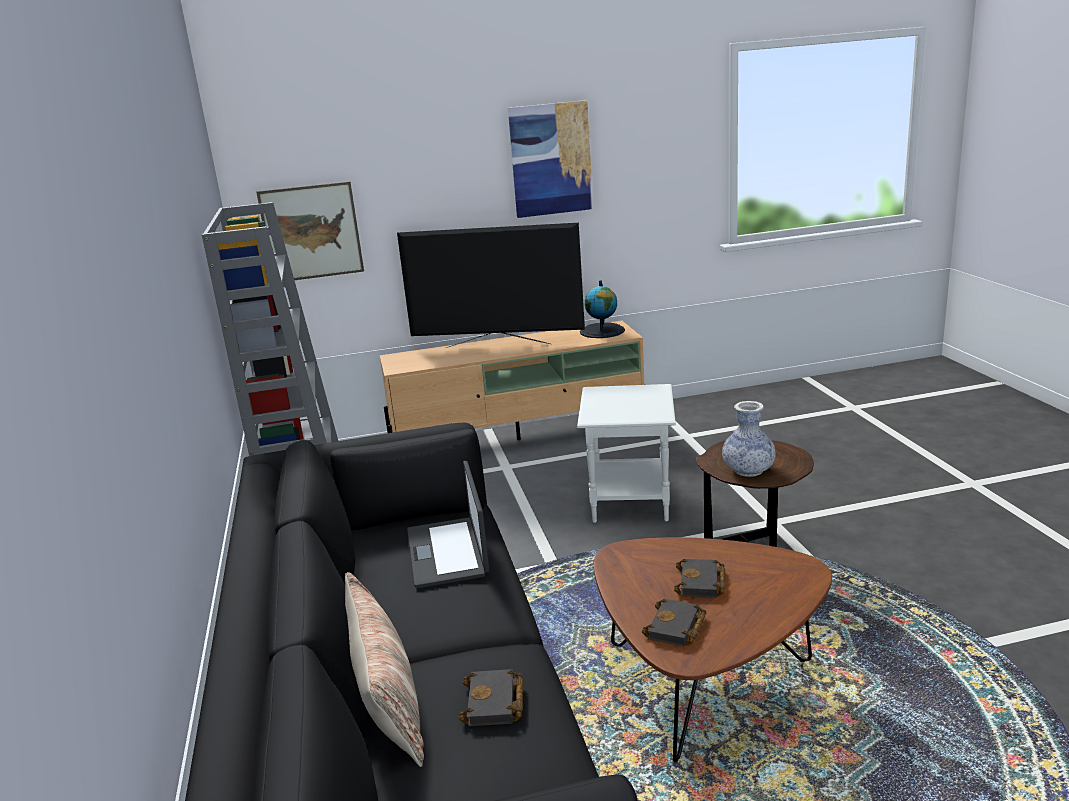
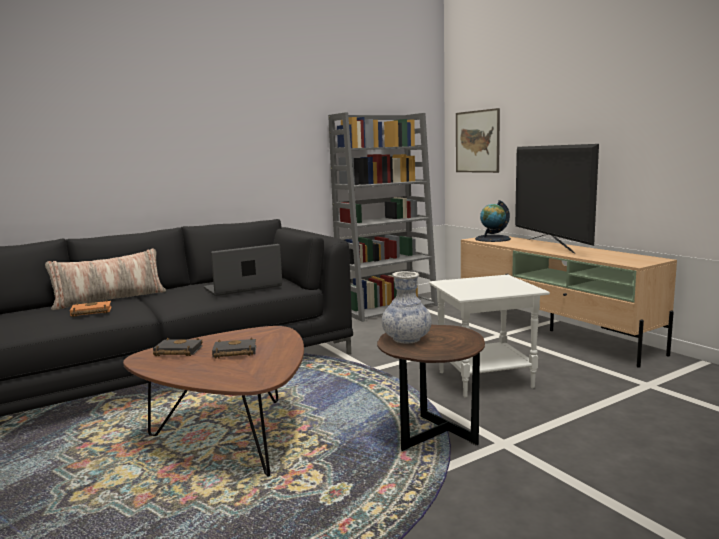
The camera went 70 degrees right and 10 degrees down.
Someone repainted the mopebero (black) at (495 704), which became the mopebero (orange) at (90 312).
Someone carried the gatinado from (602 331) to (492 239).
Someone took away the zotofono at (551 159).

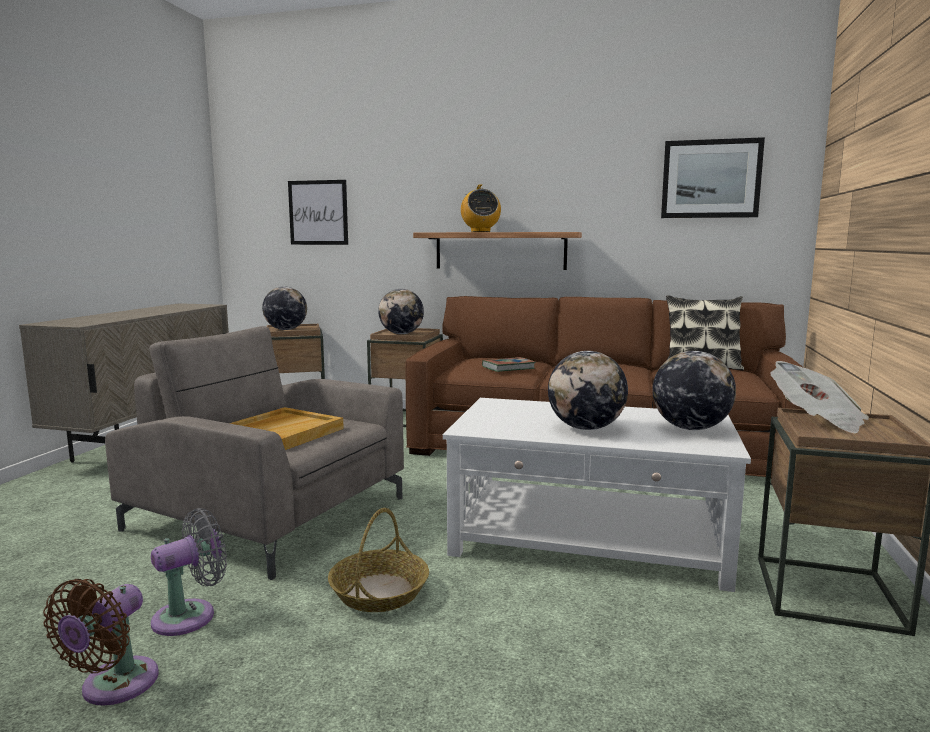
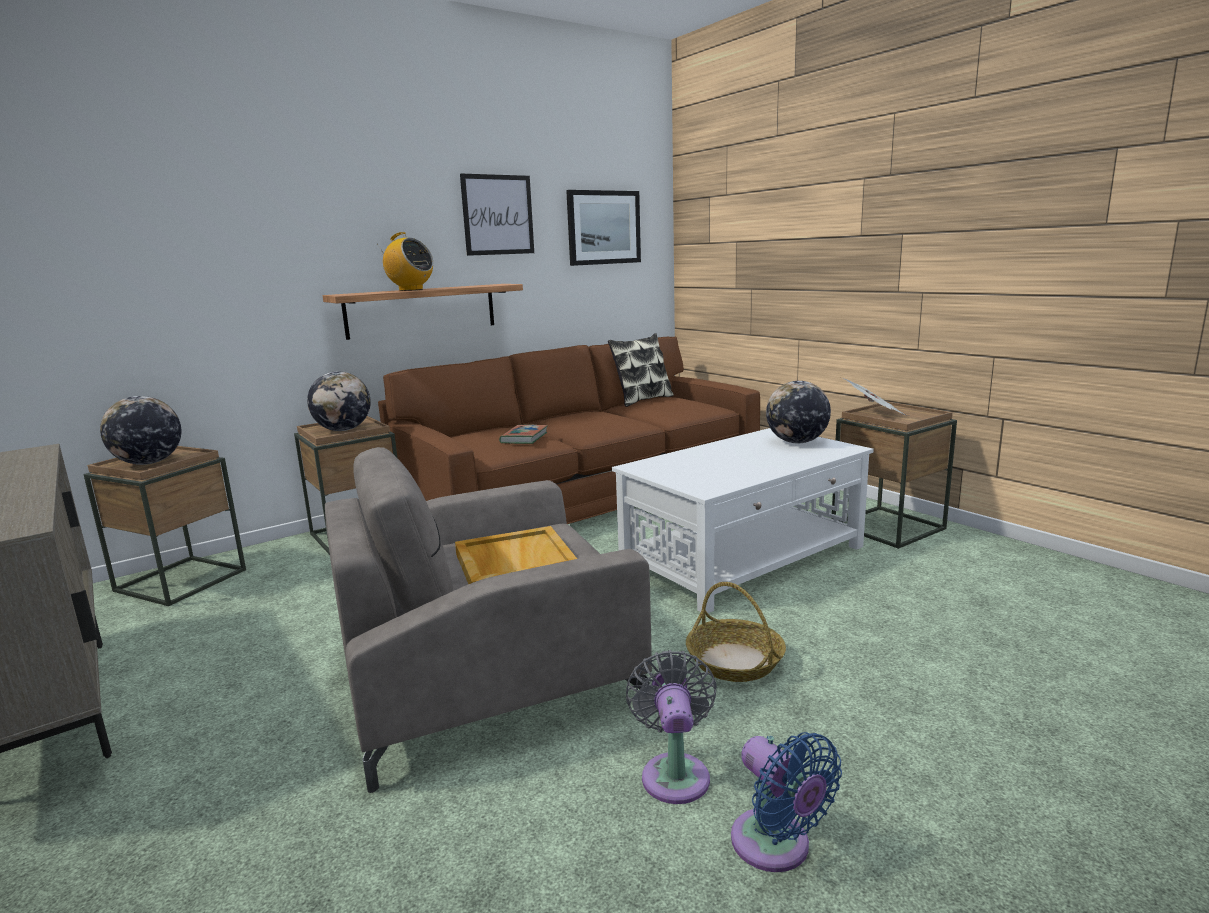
The camera went 50 degrees left and 5 degrees up.
Someone carried the zotofono from (318 212) to (498 215).
Someone repainted the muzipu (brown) at (113 687), which became the muzipu (blue) at (776 847).
Someone took away the gatinado at (586 428).

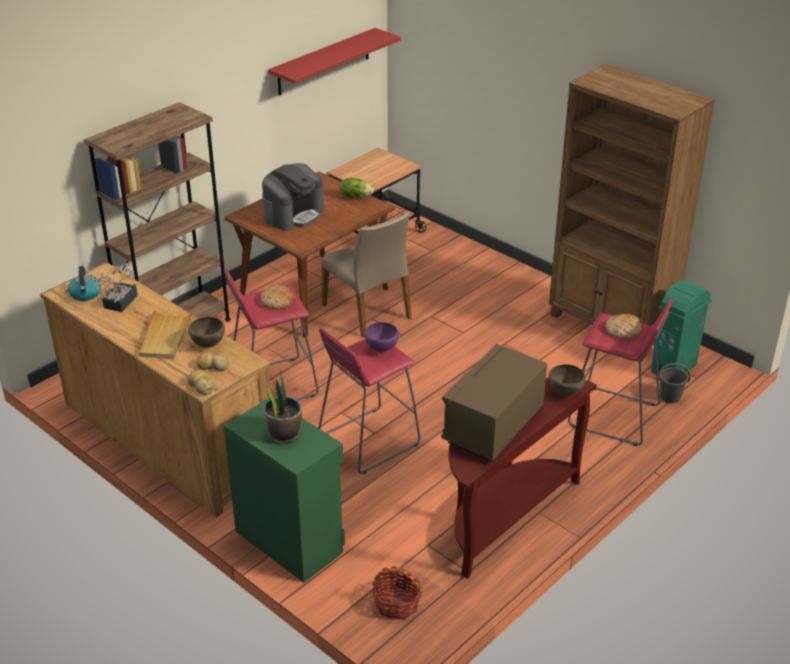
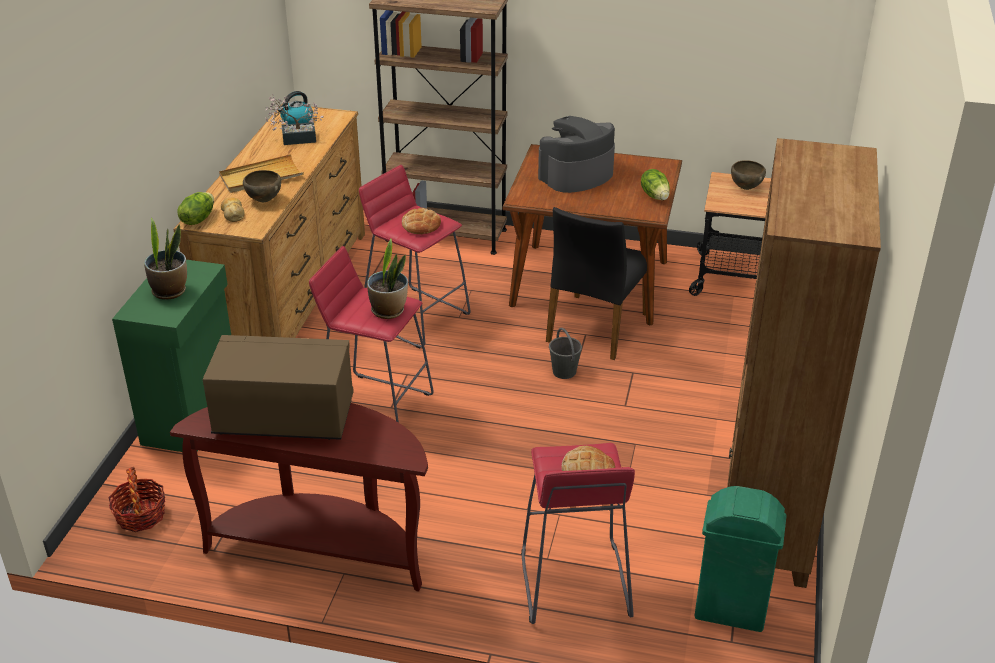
The camera went 60 degrees right and 0 degrees up.
Someone swapped the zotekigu at (201 386) for the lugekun at (198 219).
Someone swapped the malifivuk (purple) at (381 349) for the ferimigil at (389 311).
Someone rotated the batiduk at (294 214) by 135 degrees clockwise.
Someone repainted the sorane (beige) at (368 311), which became the sorane (black) at (595 327).
Someone carried the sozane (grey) from (669 397) to (564 371).
Someone carried the malifivuk (brown) from (564 393) to (745 188).
Someone took away the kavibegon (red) at (324 62).

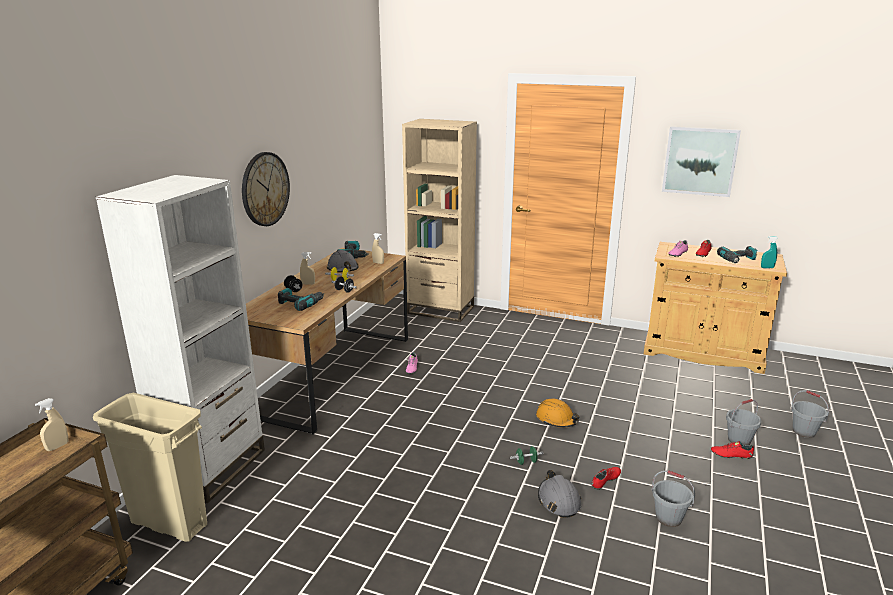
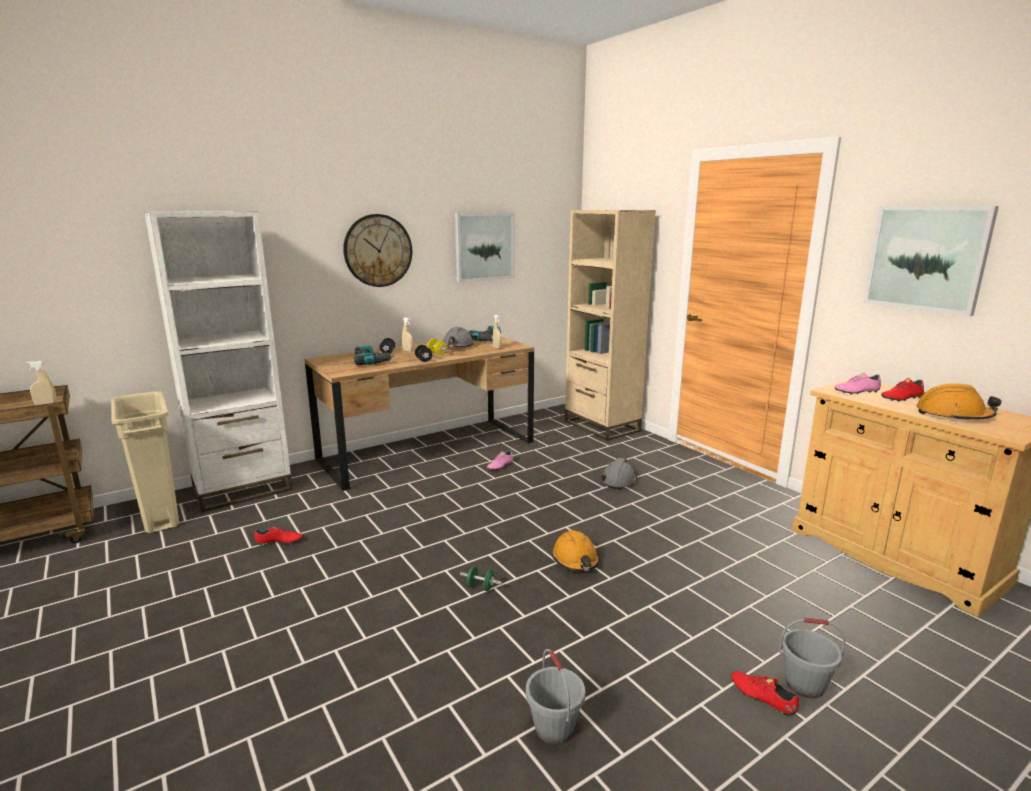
The camera went 35 degrees right and 5 degrees down.
Someone carried the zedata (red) from (606 481) to (279 542).
Someone put up the zotofono at (484 246).
Someone carried the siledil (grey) from (558 501) to (618 480).
Someone swapped the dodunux at (738 260) for the siledil (orange) at (953 415).
Someone took away the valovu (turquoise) at (767 268).
Someone took away the sozane (grey) at (804 431).

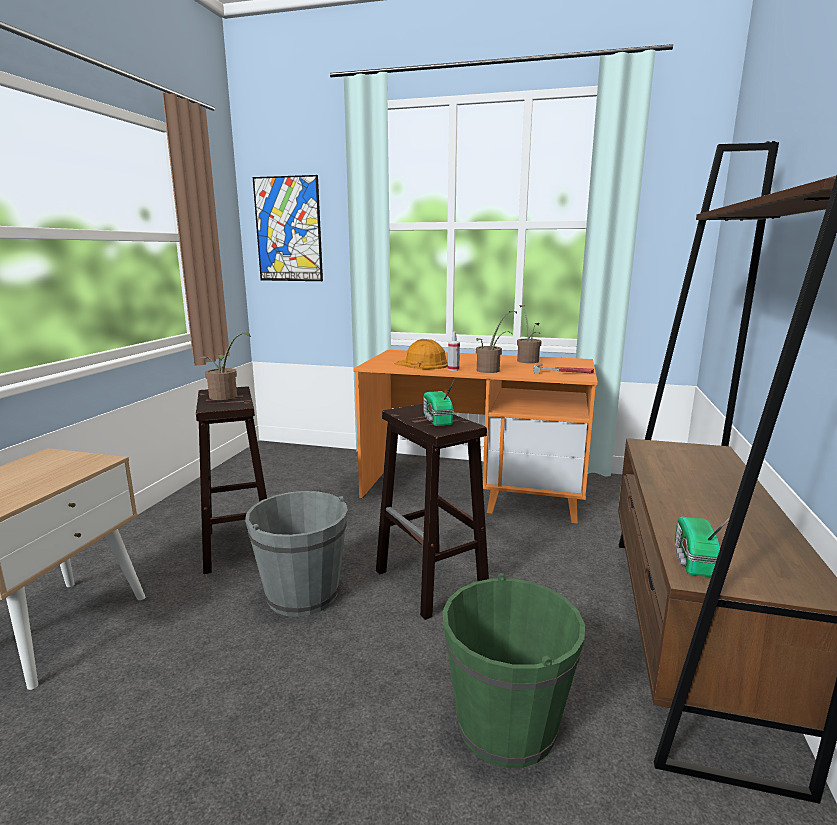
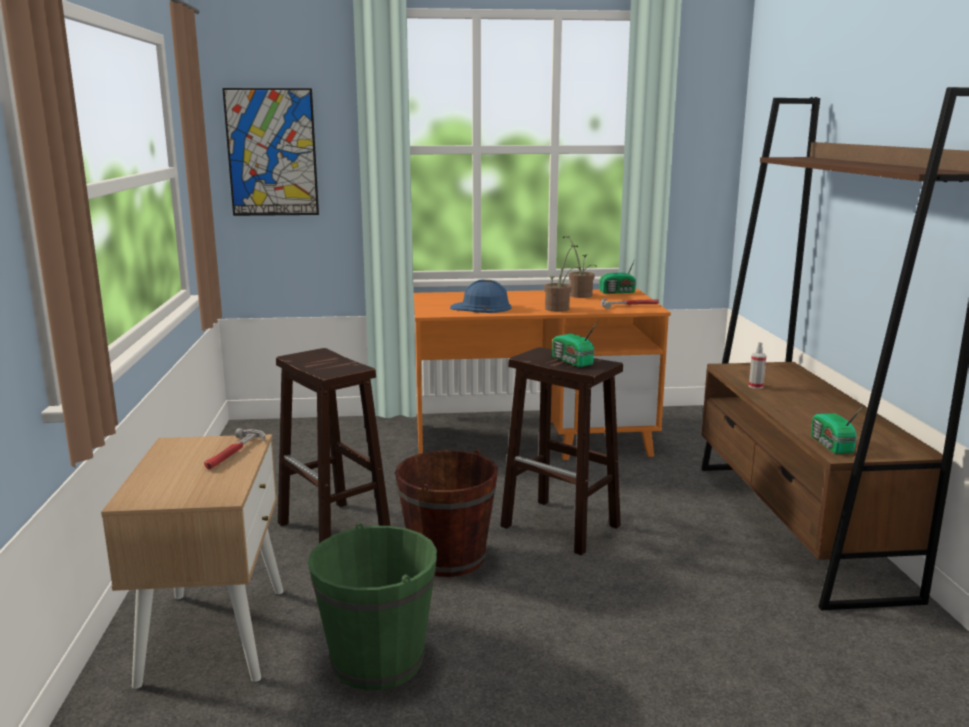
The camera went 20 degrees left and 0 degrees up.
Someone put down the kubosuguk at (234 453).
Someone carried the sozane (green) from (506 725) to (377 661).
Someone repainted the sozane (grey) at (302 594), which became the sozane (brown) at (447 558).
Someone repainted the siledil (orange) at (422 364), which became the siledil (blue) at (481 307).
Someone put down the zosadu at (618 292).
Someone carried the valovu from (453 369) to (756 386).
Someone took away the ferimigil at (225 397).

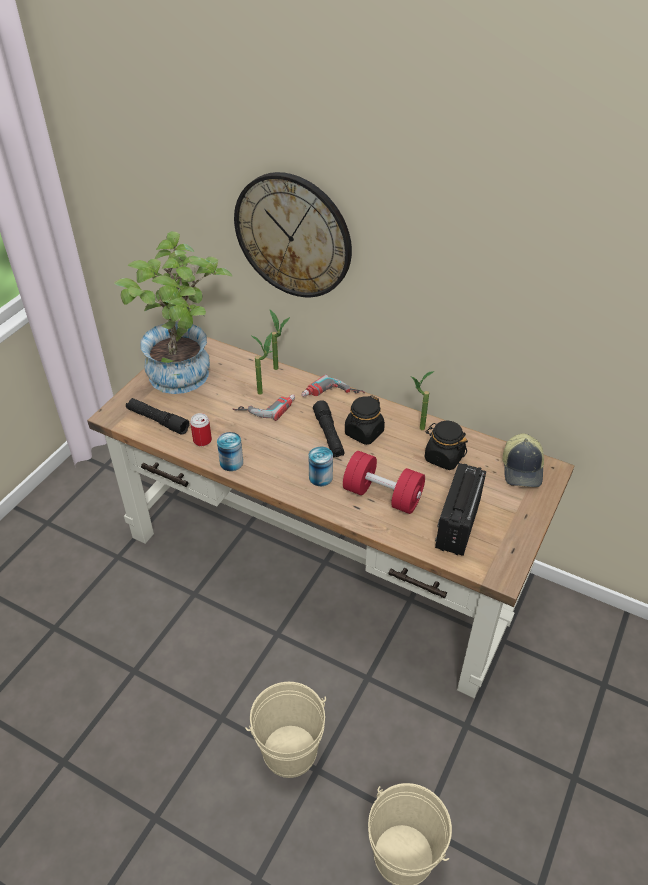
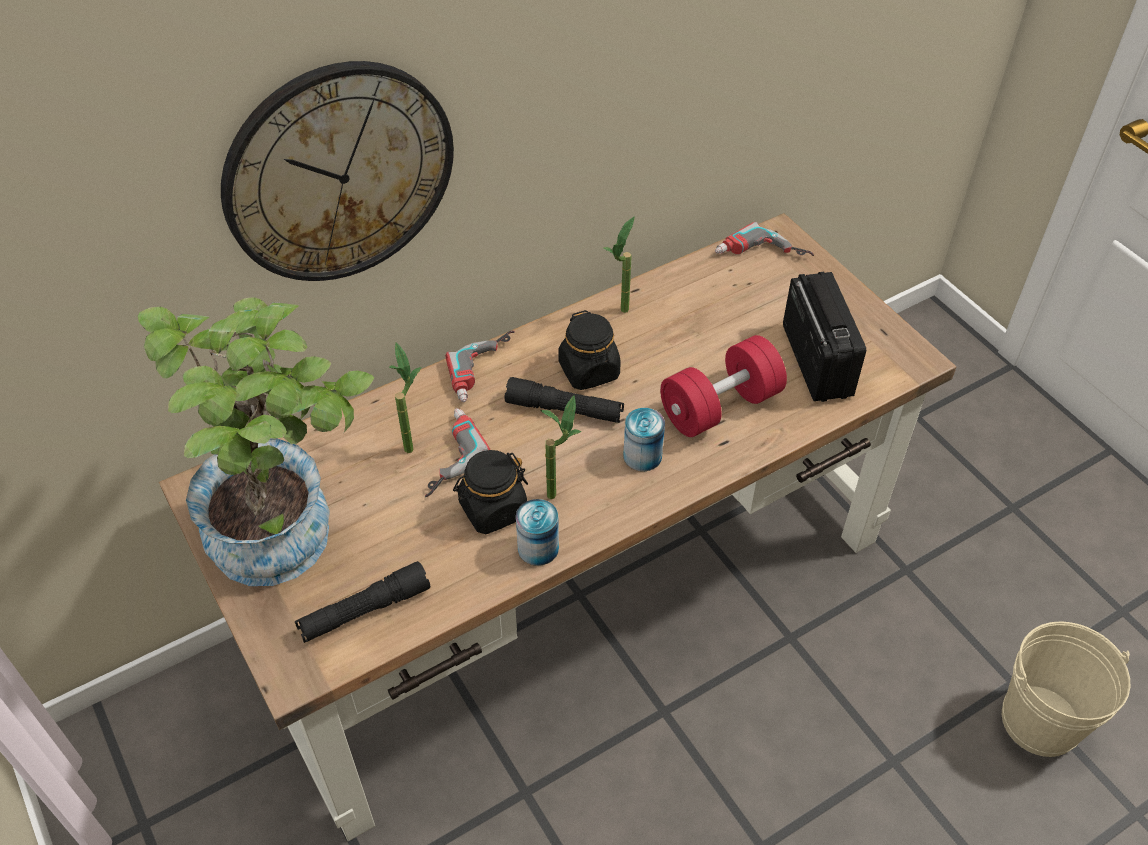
The camera went 60 degrees left and 5 degrees up.
Someone carried the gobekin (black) from (443 457) to (493 509).
Someone carried the ferimigil from (280 370) to (560 491).
Someone swapped the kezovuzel at (522 469) for the dodunux at (761 257).
Someone rotated the zosadu at (457 525) by 150 degrees counterclockwise.
Someone took away the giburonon at (202 440).
Someone took away the sozane (beige) at (290 751).

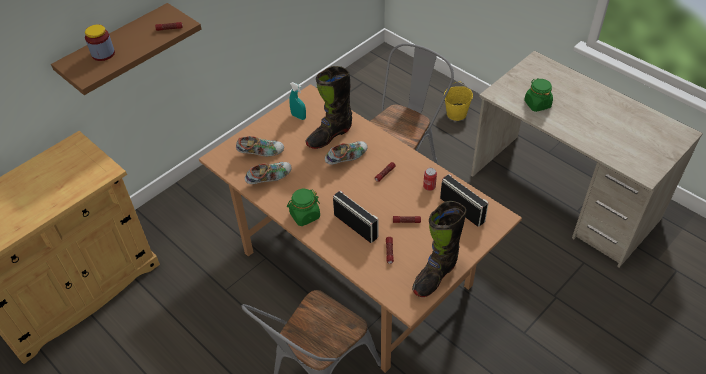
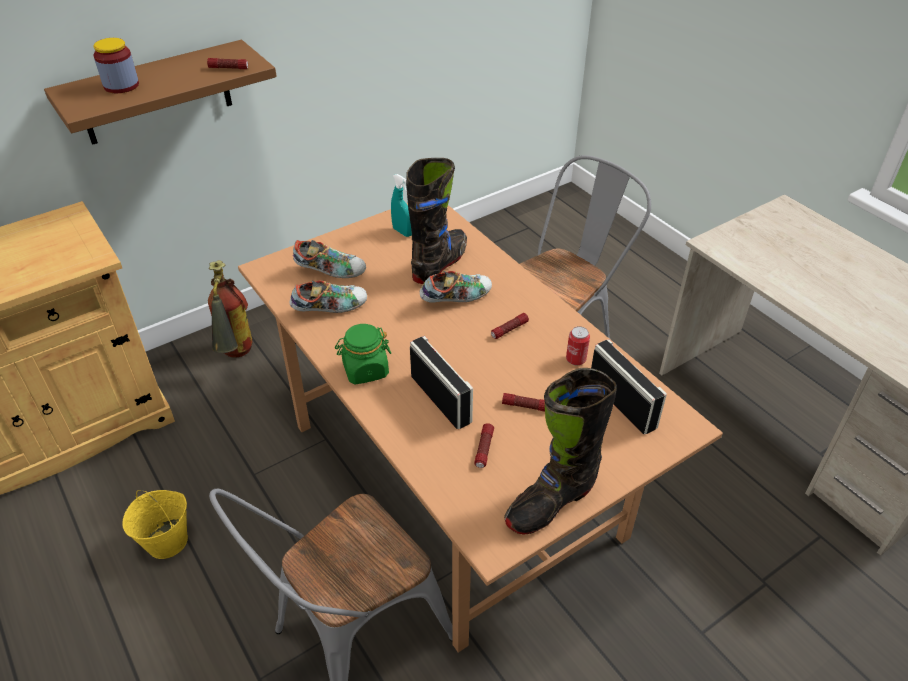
The camera went 10 degrees right and 5 degrees down.
Someone carried the sozane (yellow) from (456 113) to (168 541).
Someone put down the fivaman at (236 358).
Someone rotated the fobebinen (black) at (329 135) by 150 degrees clockwise.
Someone took away the gobekin (green) at (537 104).

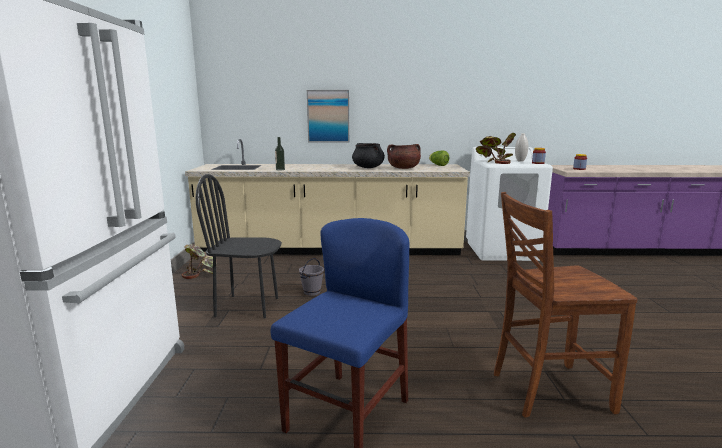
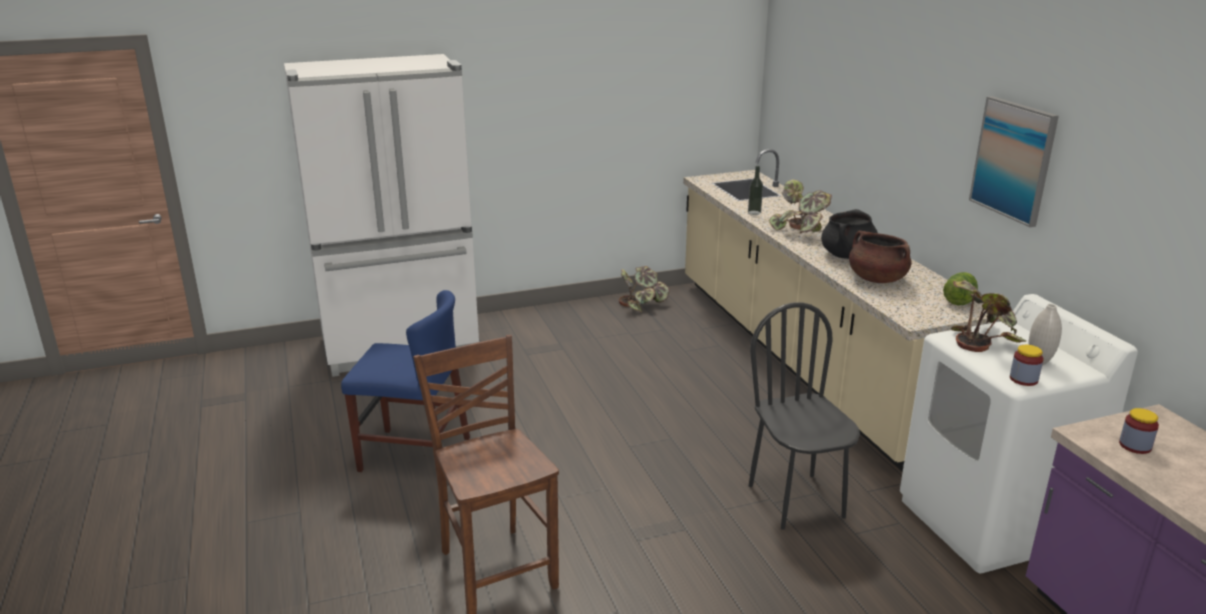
The camera went 70 degrees right and 10 degrees up.
Someone carried the sorane (black) from (247 306) to (797 501).
Someone put down the ferimigil at (800 231).
Someone carried the zotofono from (328 116) to (1013 160).
Someone took away the sozane (grey) at (311 292).

